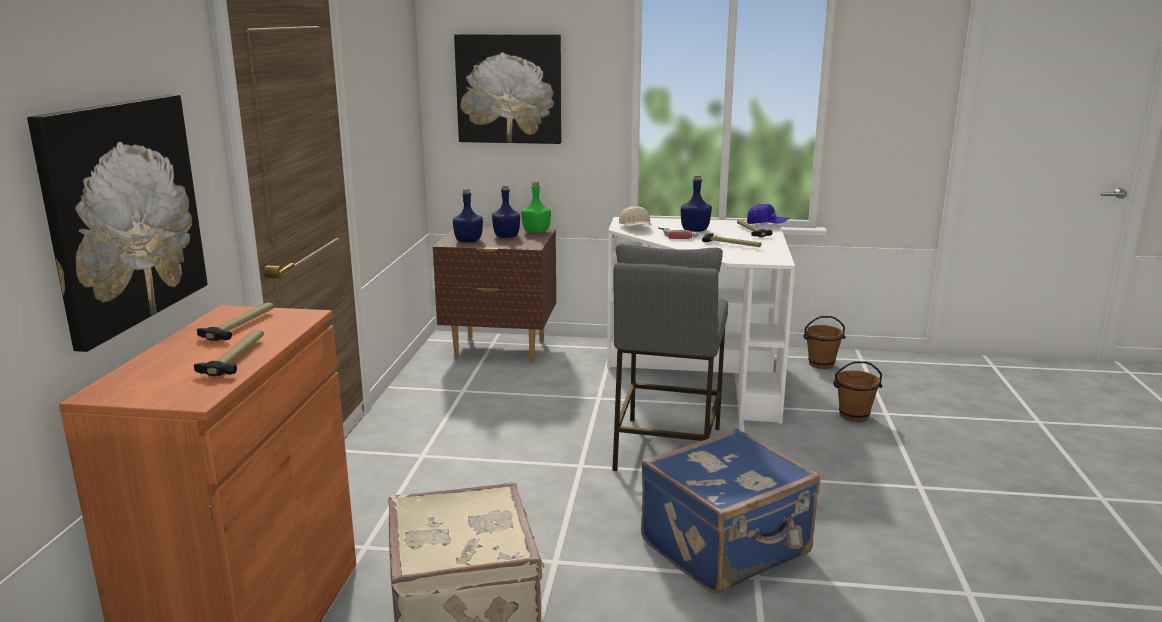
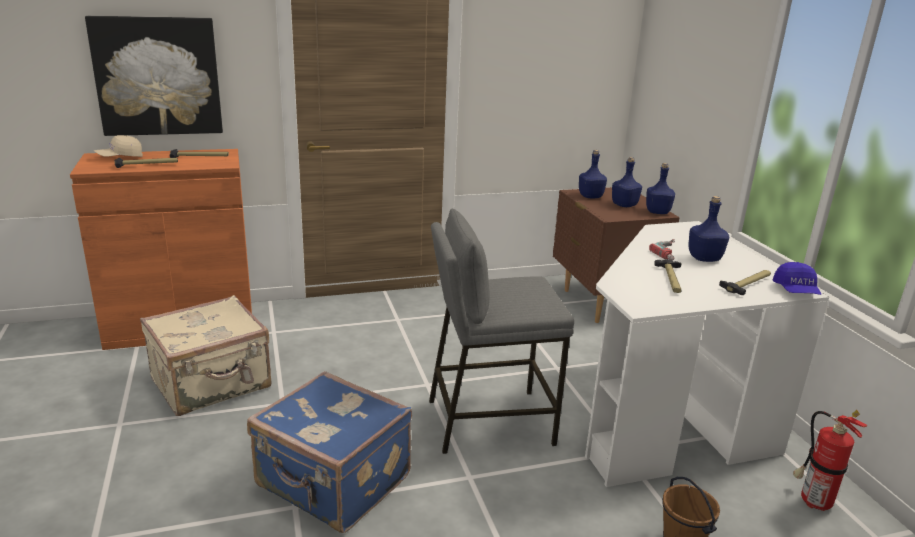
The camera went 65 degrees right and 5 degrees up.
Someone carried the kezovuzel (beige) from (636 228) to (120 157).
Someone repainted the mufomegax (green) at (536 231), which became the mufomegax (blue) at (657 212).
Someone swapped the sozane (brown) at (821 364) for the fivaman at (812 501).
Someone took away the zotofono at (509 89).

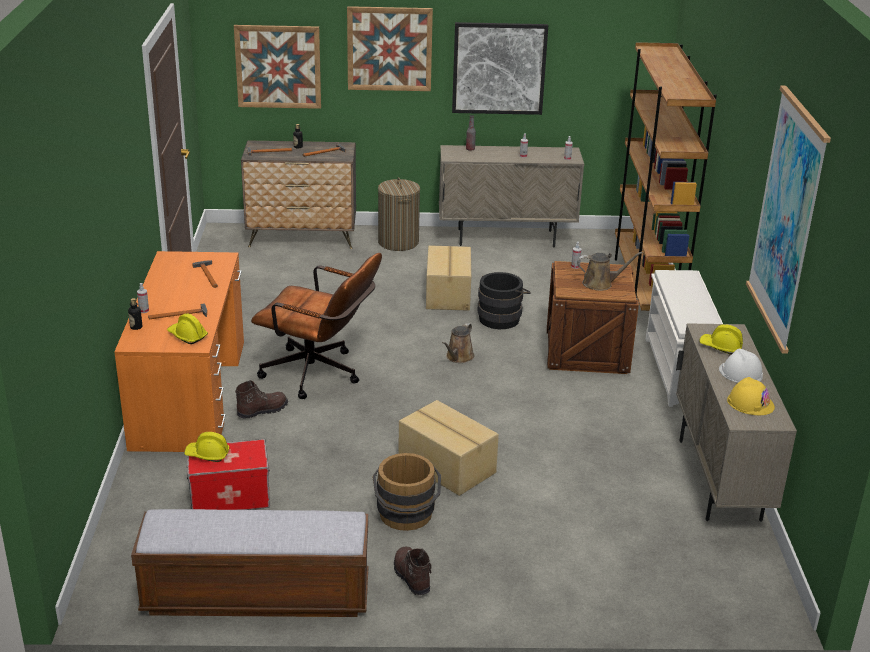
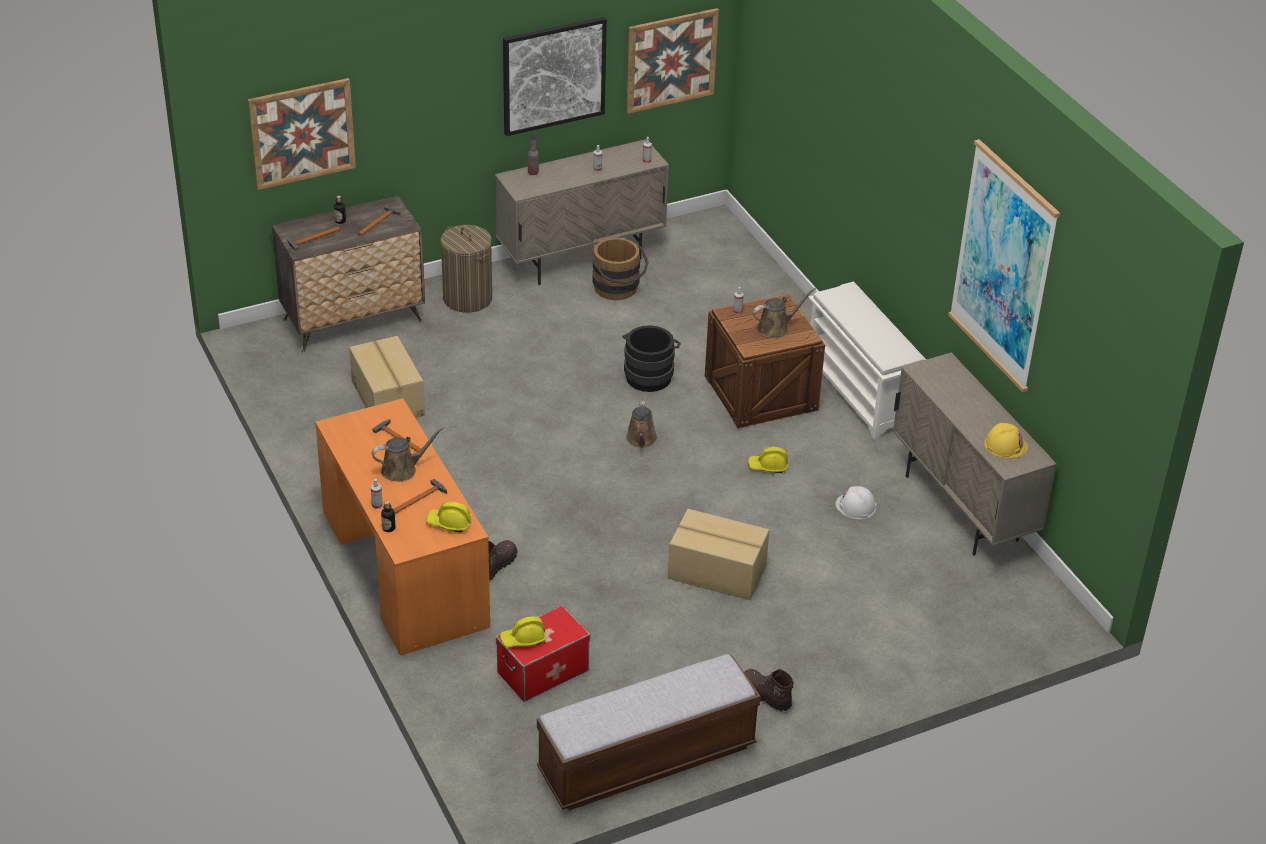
The camera went 25 degrees left and 10 degrees up.
Someone carried the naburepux from (449 294) to (388 398).
Someone put down the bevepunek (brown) at (402 469).
Someone carried the sozane (brown) from (406 517) to (618 290).
Someone carried the zotofono from (389 49) to (671 60).
Someone carried the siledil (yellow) from (720 347) to (768 466).
Someone carried the siledil (white) from (740 373) to (855 506).
Someone took away the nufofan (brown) at (319 375).
Someone took away the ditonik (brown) at (646 285).

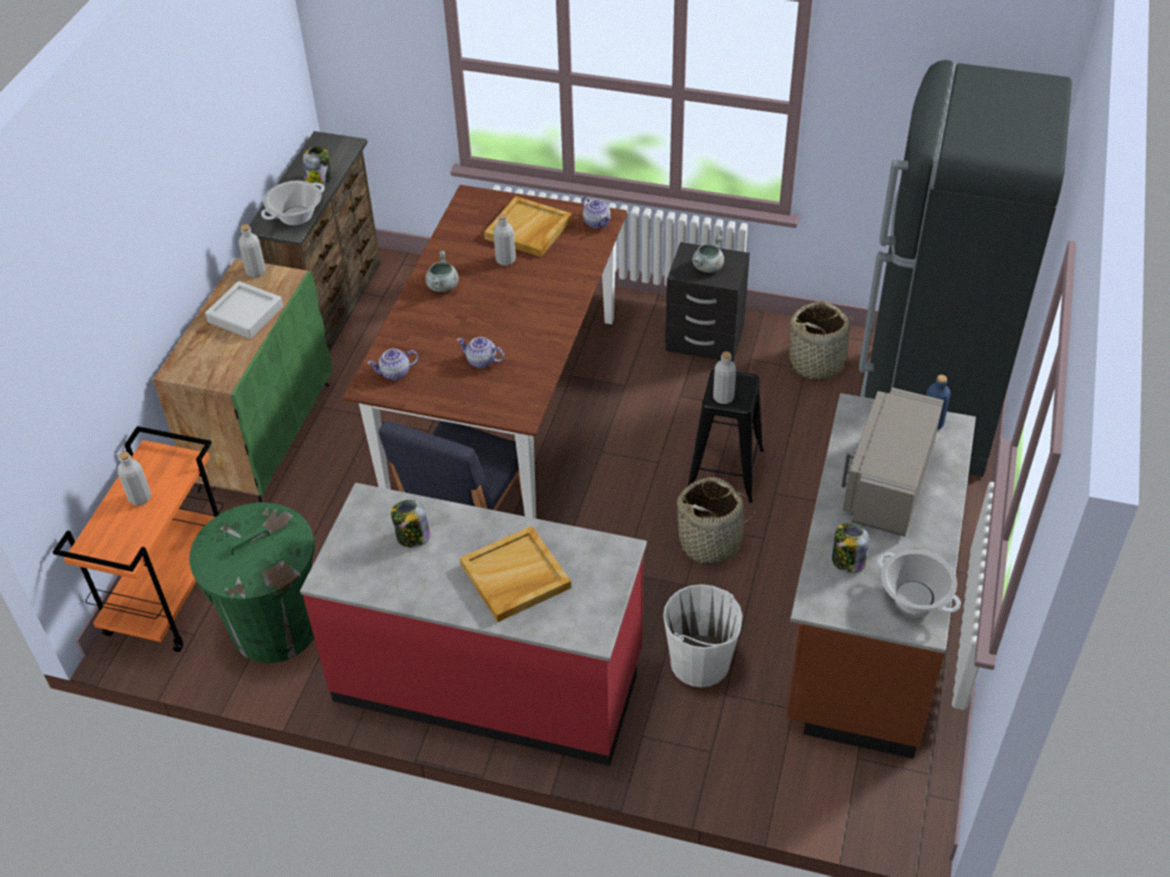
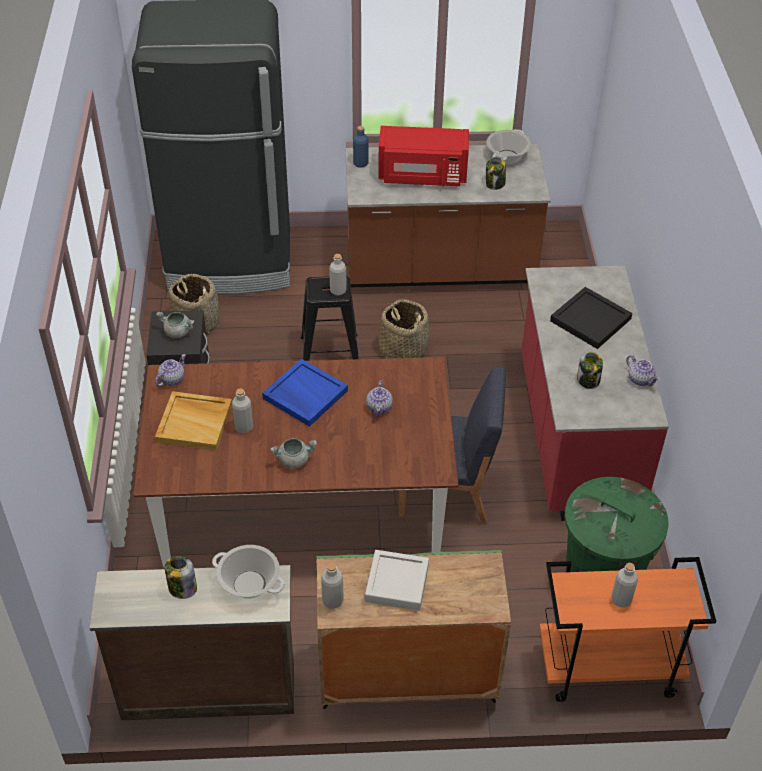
The camera went 110 degrees left and 0 degrees up.
Someone put down the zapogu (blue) at (304 394).
Someone repainted the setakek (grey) at (887 483), which became the setakek (red) at (422 176).
Someone repainted the zapogu (beige) at (515 577), which became the zapogu (black) at (591 320).
Someone carried the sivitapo from (395 373) to (641 379).
Someone took away the sozane (white) at (700 662).

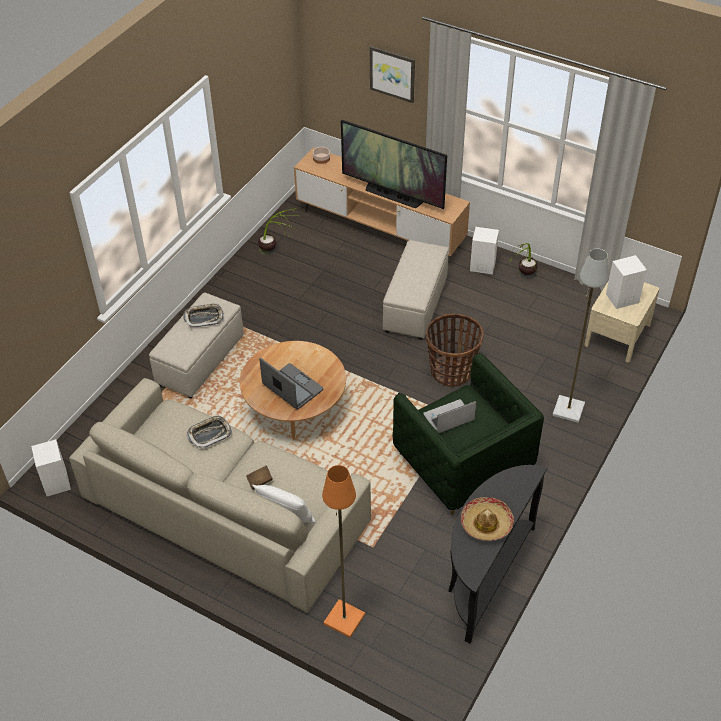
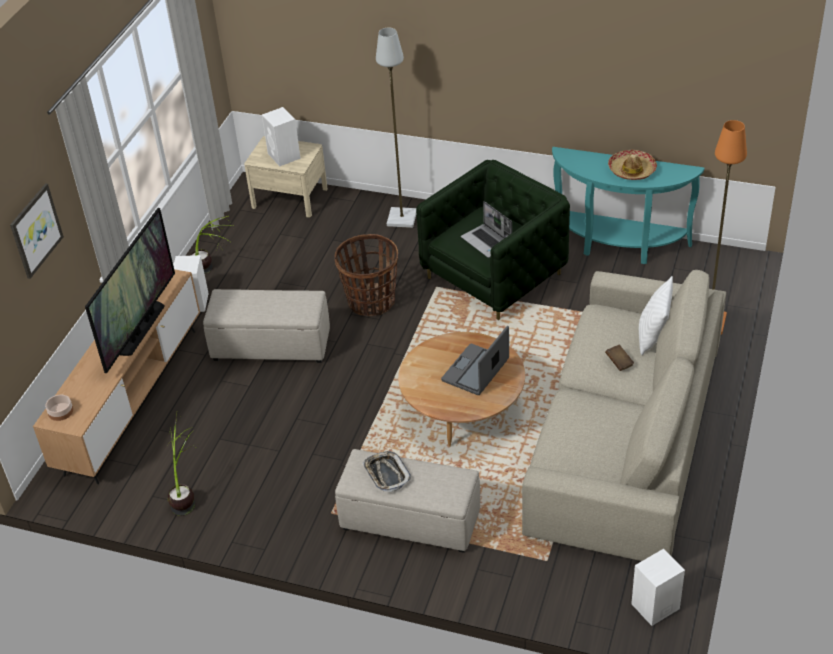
The camera went 100 degrees left and 5 degrees down.
Someone repainted the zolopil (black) at (484 575), which became the zolopil (turquoise) at (618 245).
Someone took away the zapogu at (209 434).

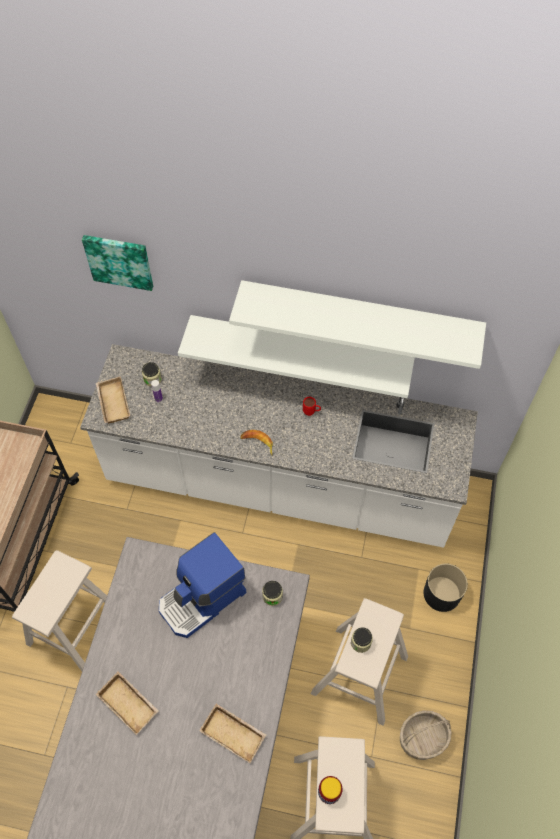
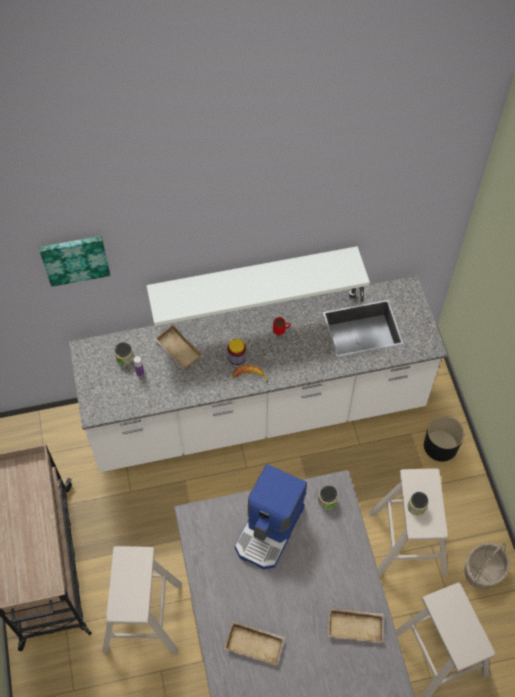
The camera went 25 degrees left and 0 degrees up.
Someone carried the zapogu (beige) from (112 402) to (177 350).
Someone carried the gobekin from (329 791) to (237 357).
Someone took away the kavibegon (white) at (360 314).

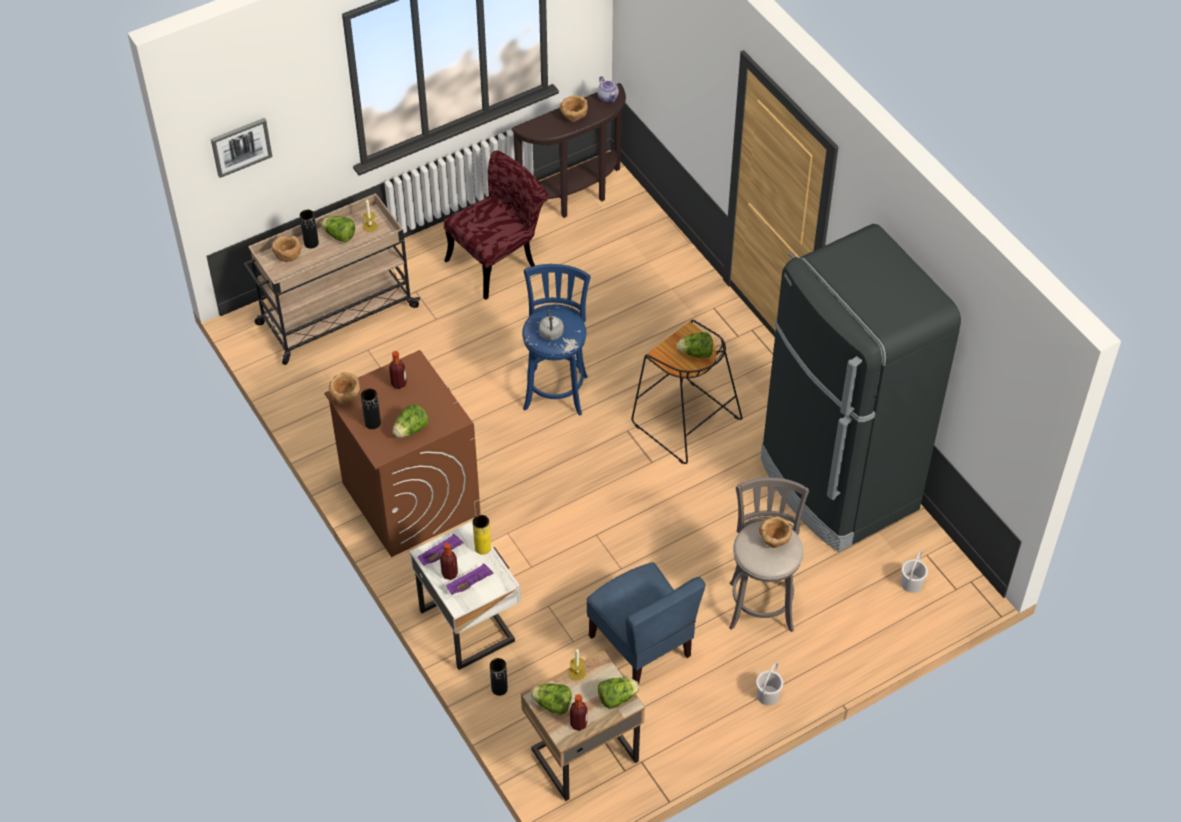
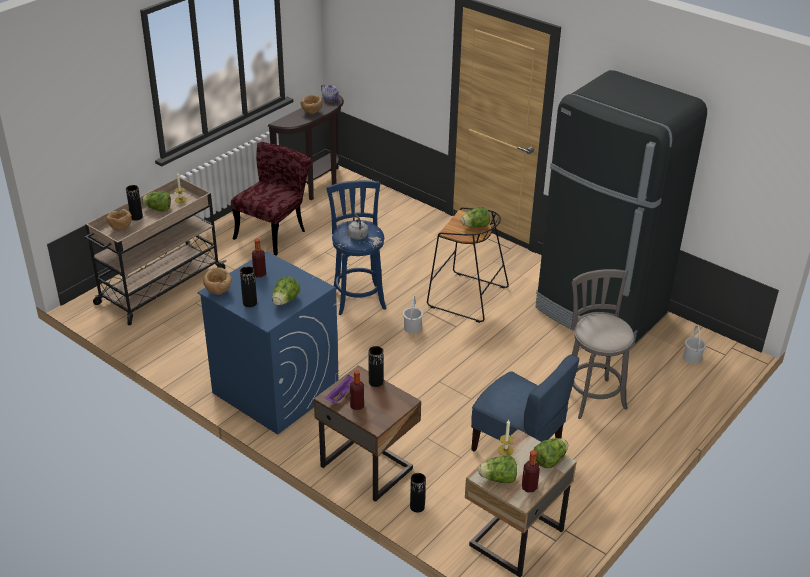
The camera went 20 degrees left and 15 degrees down.
Someone repainted the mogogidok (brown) at (410 498), which became the mogogidok (blue) at (275 390).
Someone repainted the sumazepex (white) at (469 624), which became the sumazepex (brown) at (368 466).
Someone repainted the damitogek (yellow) at (482 548), which became the damitogek (black) at (376 382).
Someone carried the sozane (white) from (767 695) to (412 328).
Someone took away the zotofono at (241 146).
Someone took away the zapogu (purple) at (470 583).
Someone took away the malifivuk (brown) at (774 541).

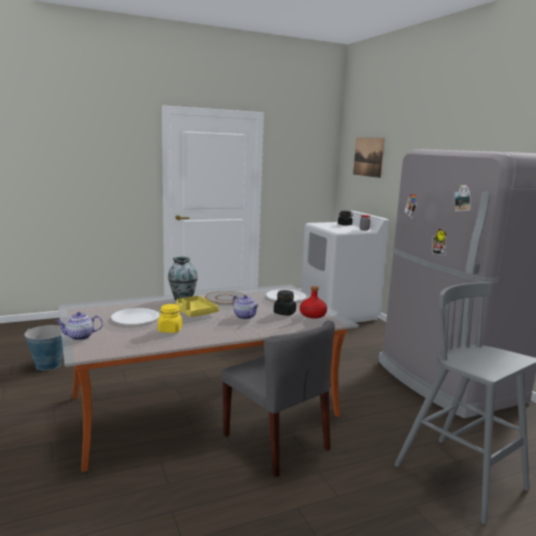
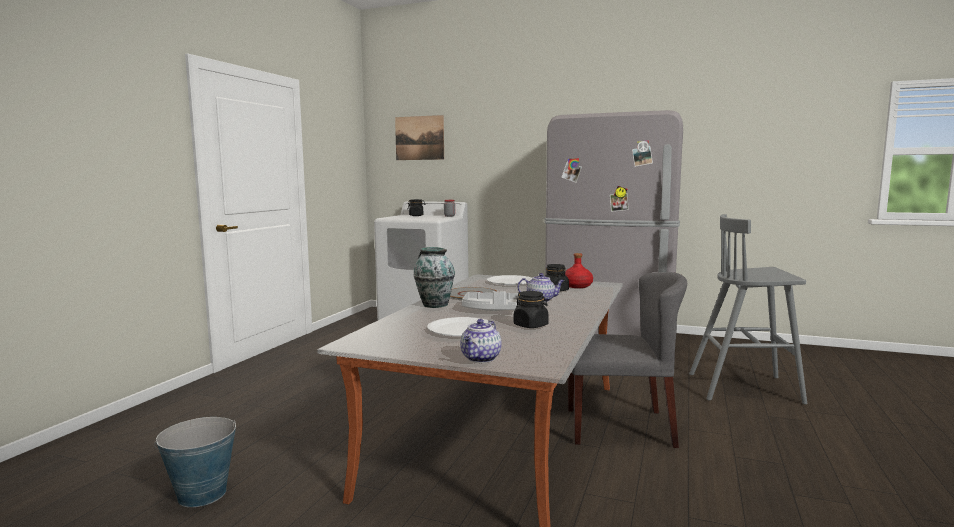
The camera went 45 degrees left and 5 degrees down.
Someone repainted the zapogu (yellow) at (194 312), which became the zapogu (grey) at (491 309).
Someone repainted the gobekin (yellow) at (170 330), which became the gobekin (black) at (531 325).

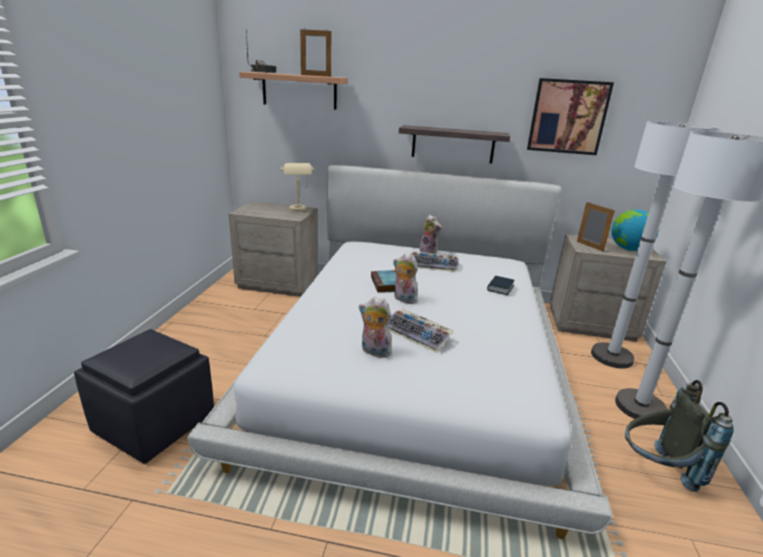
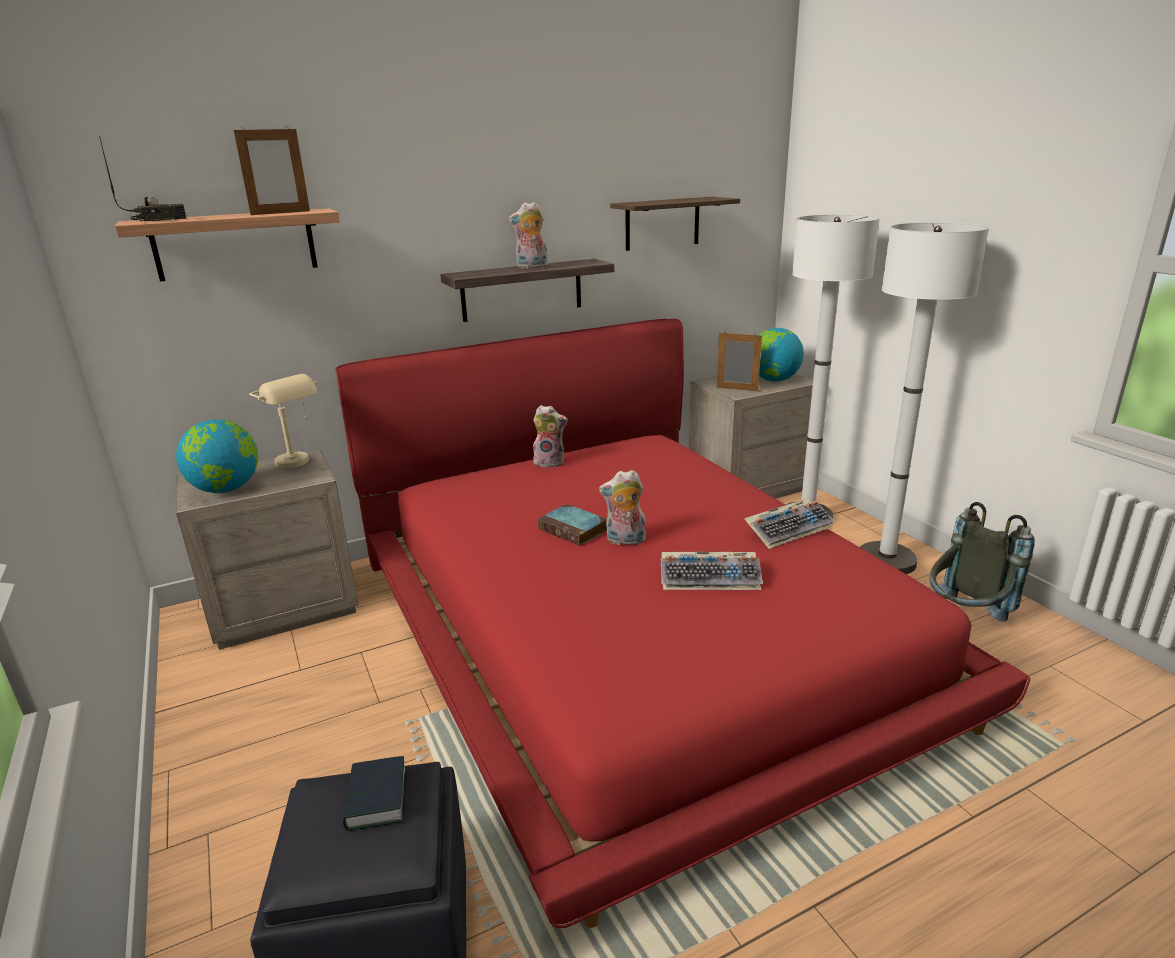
The camera went 35 degrees left and 0 degrees up.
Someone put down the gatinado at (226 489).
Someone repainted the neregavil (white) at (414 362), which became the neregavil (red) at (631 629).
Someone carried the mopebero from (500 288) to (377 799).
Someone carried the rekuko from (374 352) to (531 267).
Someone swapped the zotofono at (568 117) for the kavibegon at (662 223).
Someone carried the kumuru from (434 265) to (788 529).

